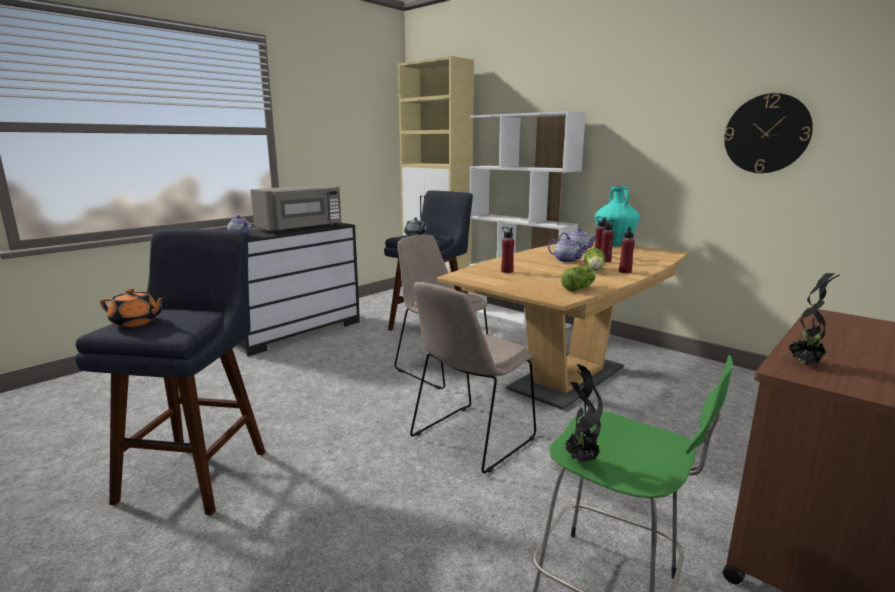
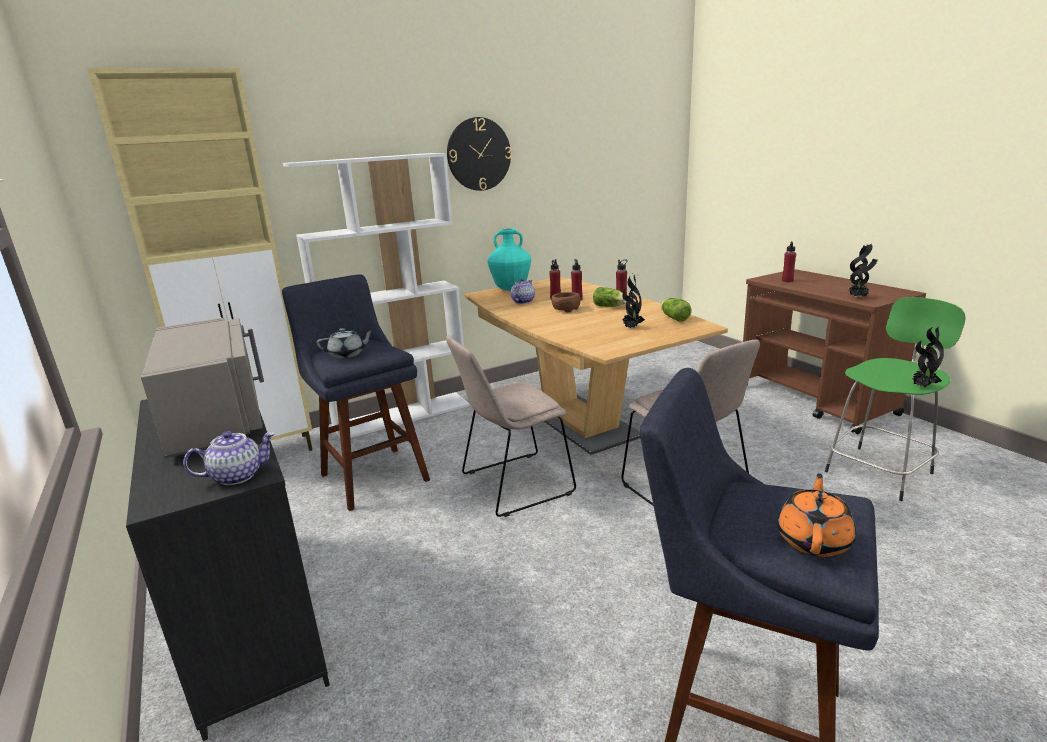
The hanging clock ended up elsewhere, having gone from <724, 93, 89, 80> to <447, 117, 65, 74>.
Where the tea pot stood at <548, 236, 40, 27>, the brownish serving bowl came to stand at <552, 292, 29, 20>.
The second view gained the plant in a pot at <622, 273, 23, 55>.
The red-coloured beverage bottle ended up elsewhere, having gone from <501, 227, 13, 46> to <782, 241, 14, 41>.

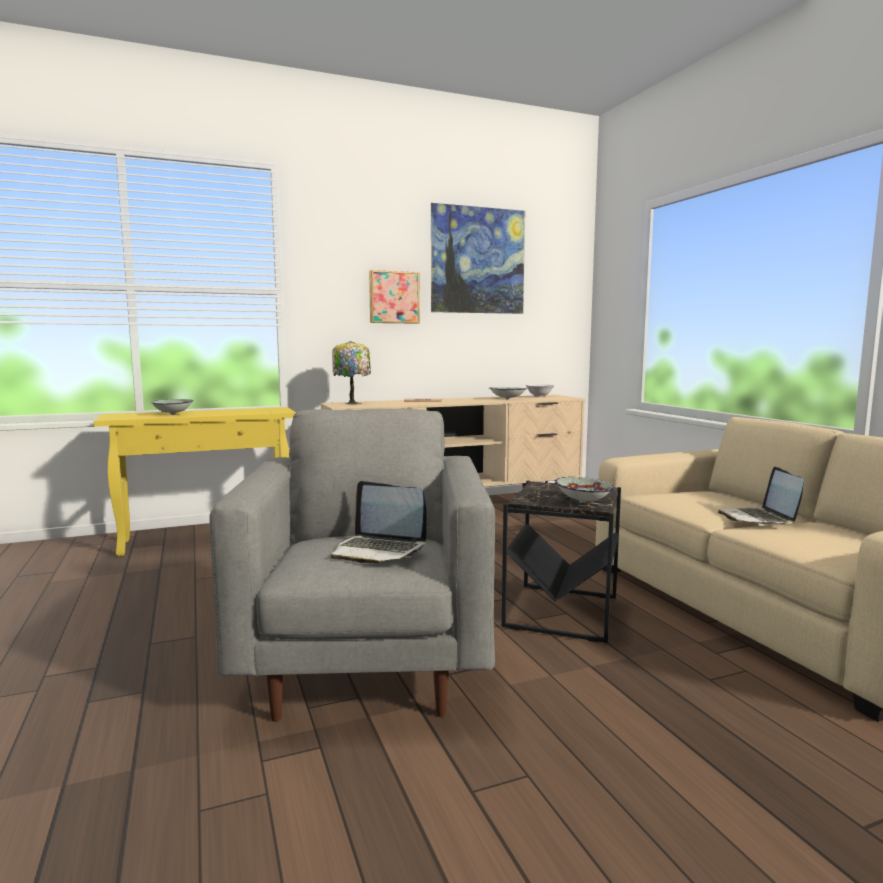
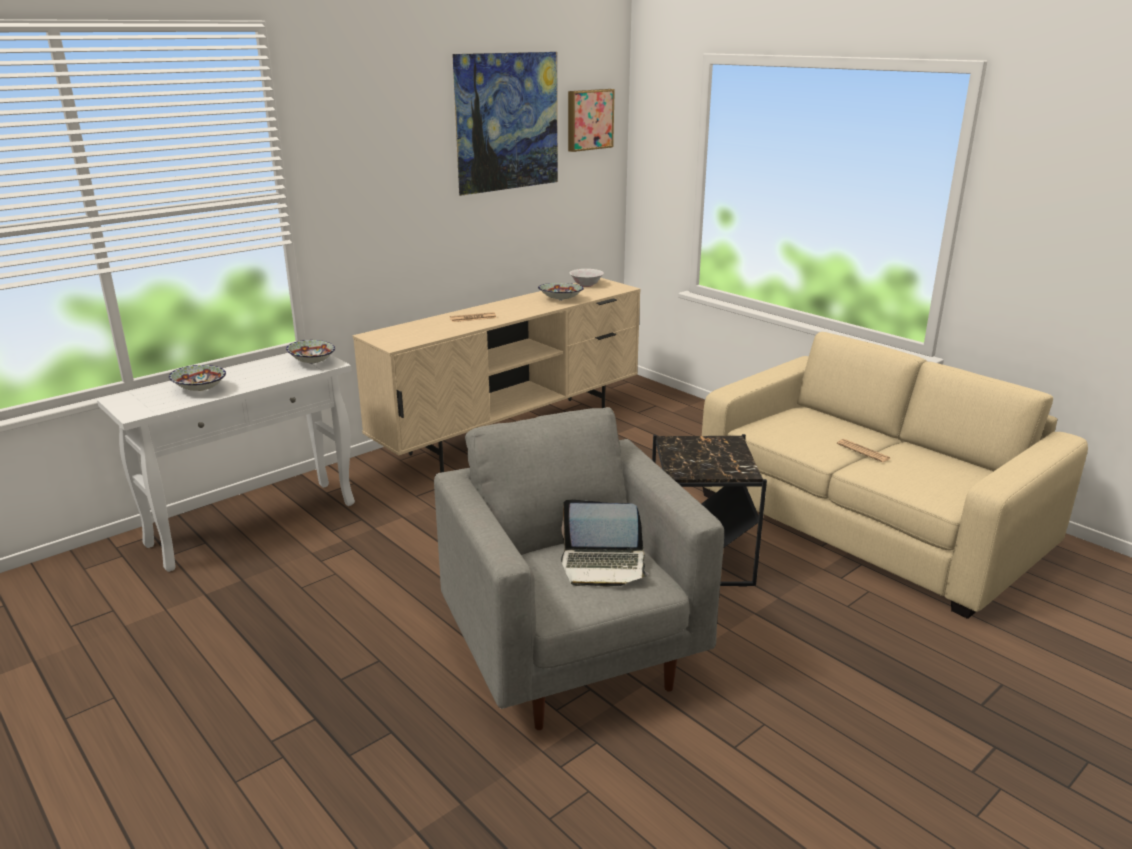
What was the yellow hall table at <94, 407, 202, 149> turned into the white hall table at <97, 354, 258, 218>.
The serving bowl ended up elsewhere, having gone from <555, 477, 59, 26> to <286, 340, 49, 24>.
The picture ended up elsewhere, having gone from <369, 270, 51, 54> to <568, 89, 47, 63>.
Where the notebook computer stood at <718, 467, 86, 58>, the newspaper came to stand at <837, 439, 54, 23>.
The second view lost the tabletop lamp at <332, 341, 39, 63>.

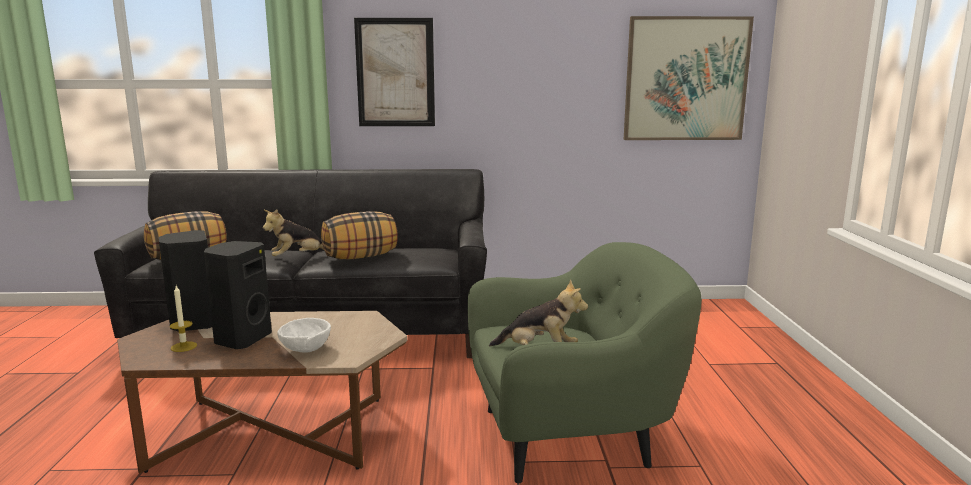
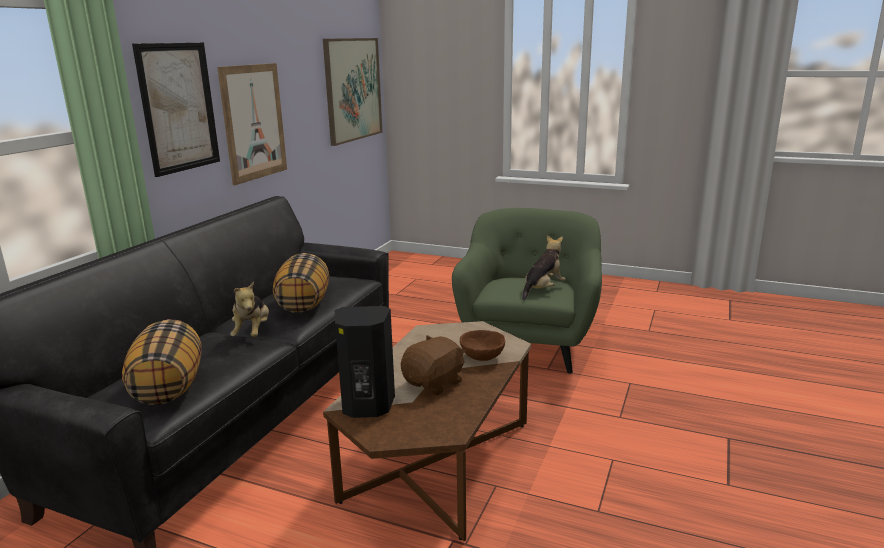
The second view gained the picture at <217, 63, 70, 122>.
Where the black audio speaker stood at <204, 241, 68, 108>, the brownish cuddly toy came to stand at <401, 335, 65, 60>.
What was the white serving bowl at <277, 318, 54, 35> turned into the brownish serving bowl at <460, 330, 45, 31>.
The second view lost the wax candle at <170, 286, 27, 66>.

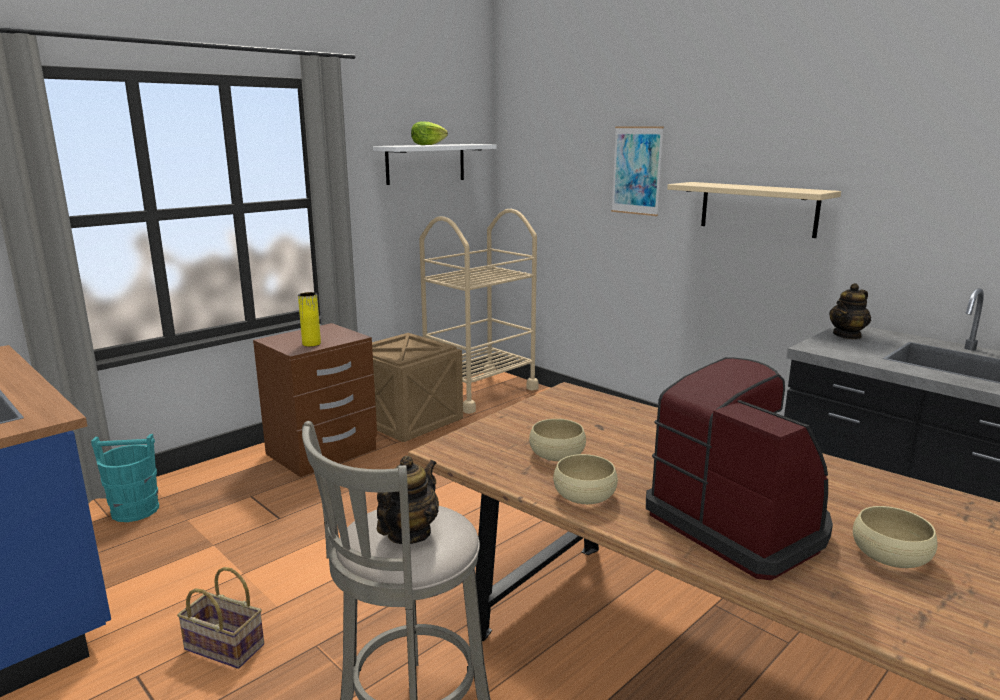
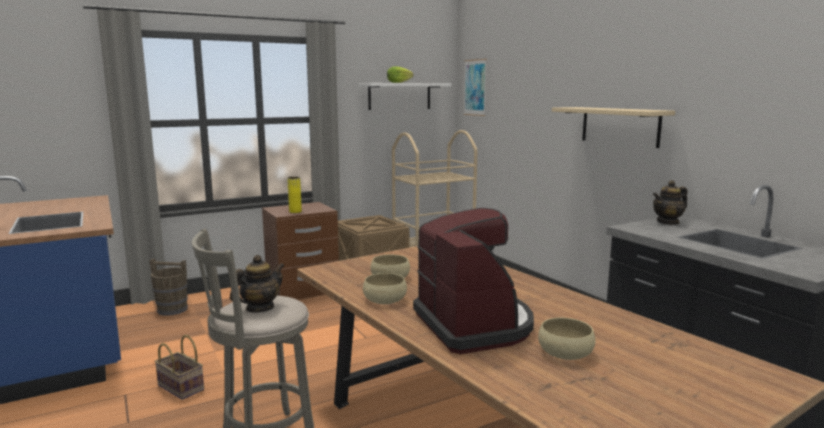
What was the blue-green bucket at <91, 434, 68, 88> turned into the brownish bucket at <149, 259, 39, 57>.
The picture ended up elsewhere, having gone from <611, 127, 53, 89> to <463, 59, 24, 57>.

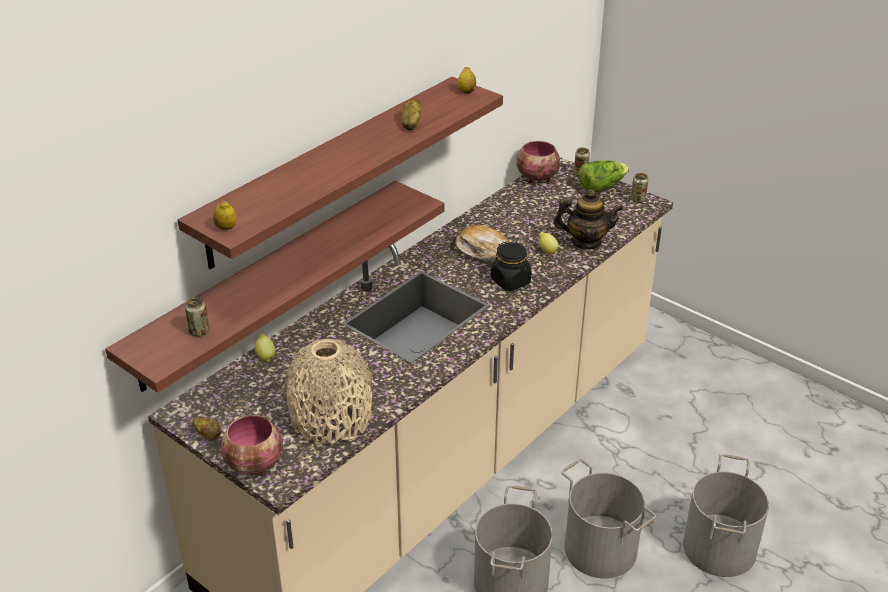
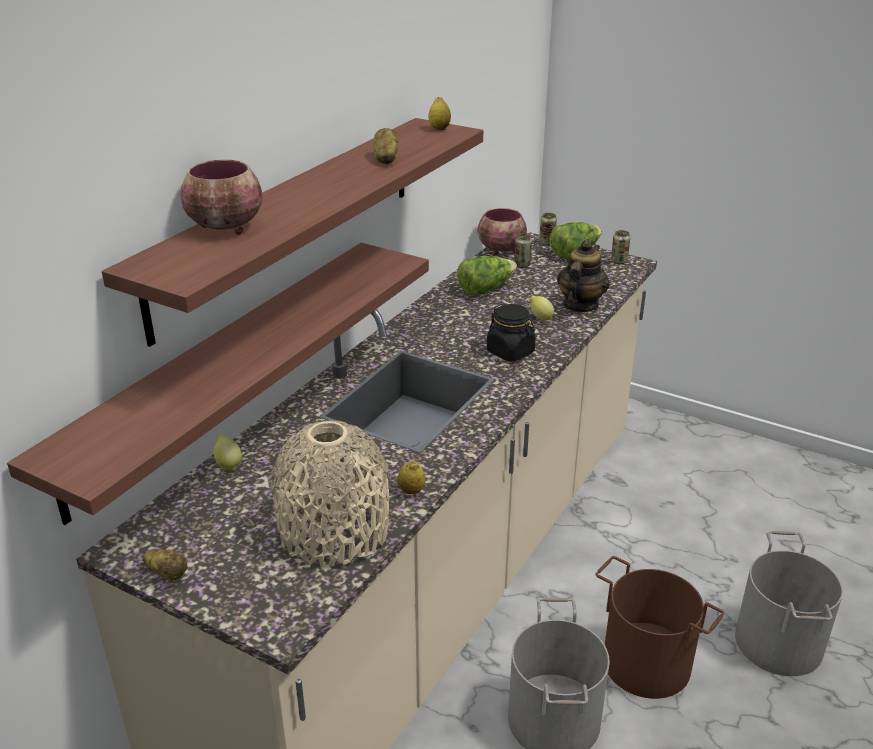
The serving bowl ended up elsewhere, having gone from <221, 415, 62, 61> to <180, 159, 83, 75>.
The whole lemon ended up elsewhere, having gone from <213, 201, 23, 29> to <398, 460, 27, 34>.
The second view gained the lettuce head at <457, 256, 60, 39>.
The metal can ended up elsewhere, having gone from <185, 297, 24, 40> to <514, 234, 18, 34>.
The tea pot at <553, 189, 70, 60> ended up facing another way, 60 degrees counterclockwise from before.
What was the greyish bucket at <561, 459, 95, 119> turned into the brownish bucket at <595, 556, 129, 143>.
The second view lost the baked bread at <455, 225, 55, 38>.

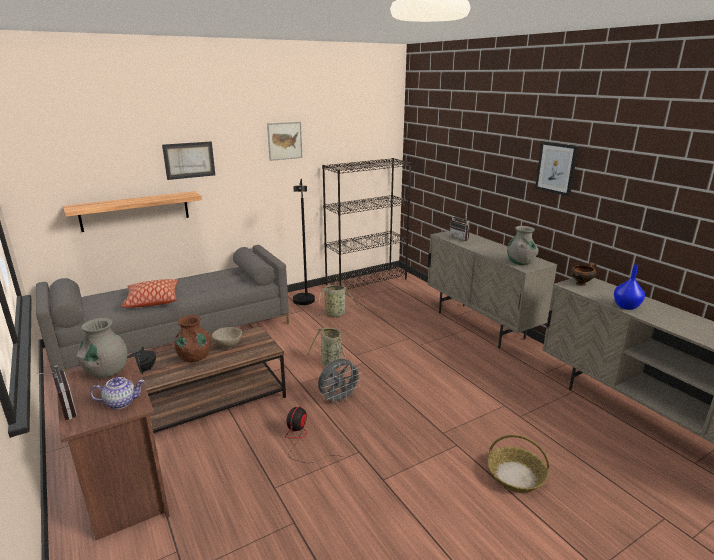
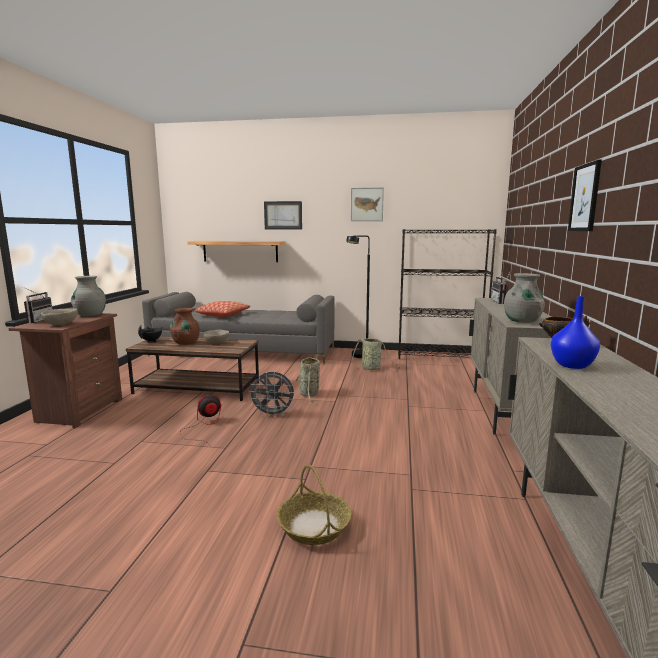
Where the tea pot stood at <90, 377, 54, 32>, the beige-coloured serving bowl came to stand at <41, 308, 37, 17>.

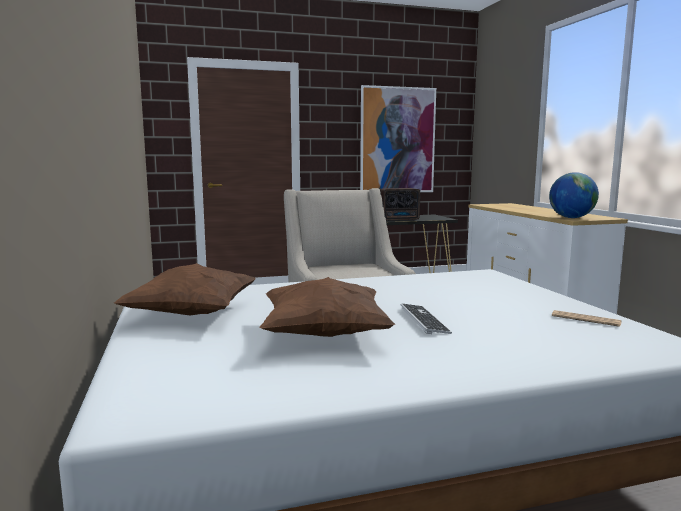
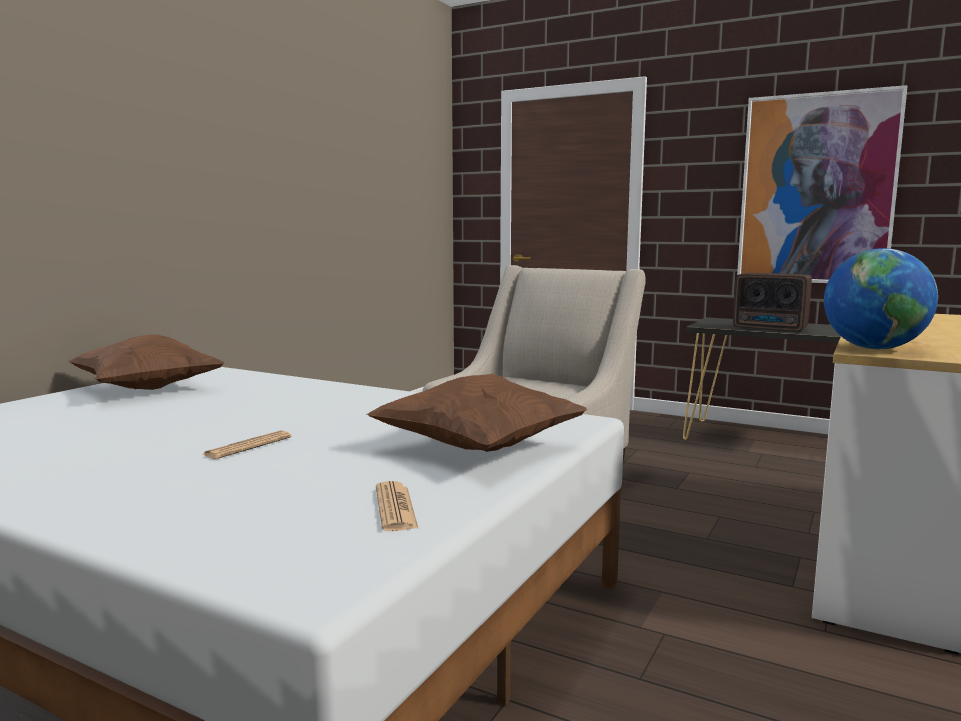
Where the PC keyboard stood at <401, 304, 51, 30>, the newspaper came to stand at <202, 430, 89, 29>.
The brownish pillow ended up elsewhere, having gone from <259, 277, 136, 60> to <367, 374, 220, 78>.

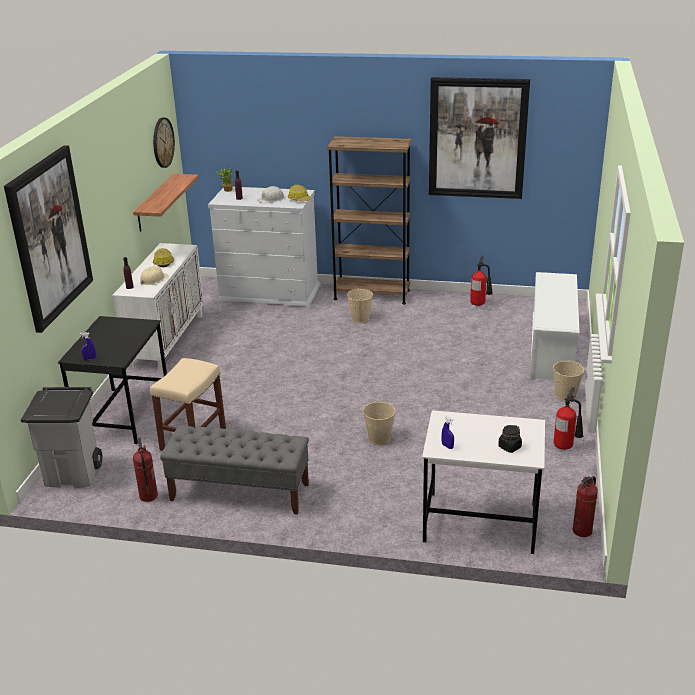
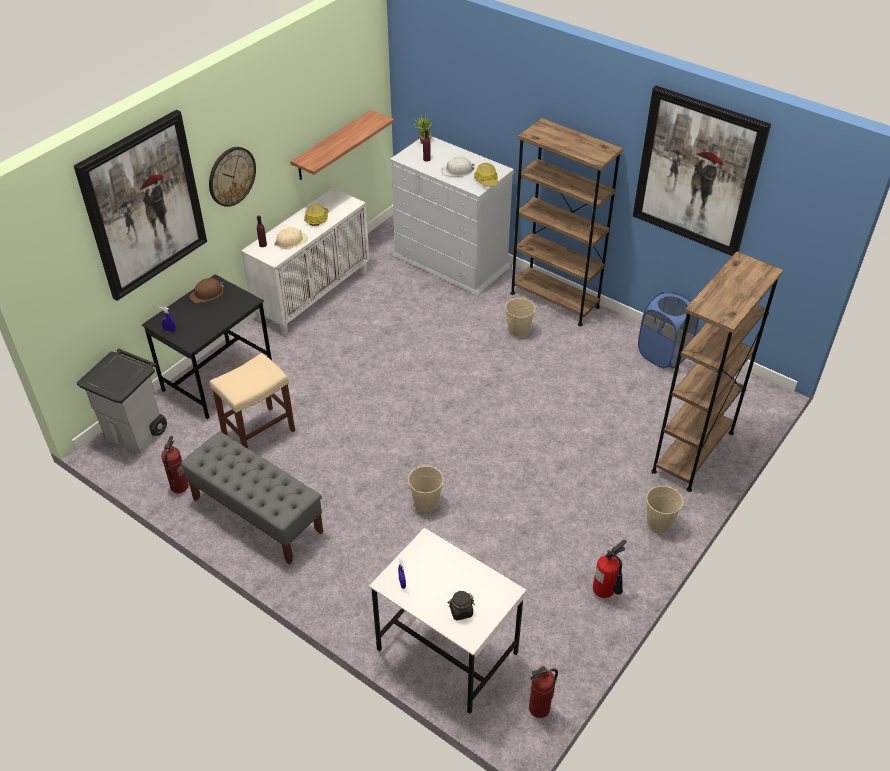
The second view gained the brownish hard hat at <189, 278, 35, 25>.
The hanging clock ended up elsewhere, having gone from <153, 117, 22, 51> to <209, 147, 47, 60>.
Where the extinguisher stood at <470, 256, 23, 50>, the bluish hamper came to stand at <638, 292, 61, 77>.
Where the white shoe shelf stood at <530, 272, 50, 108>, the brownish shelving unit came to stand at <651, 252, 132, 240>.

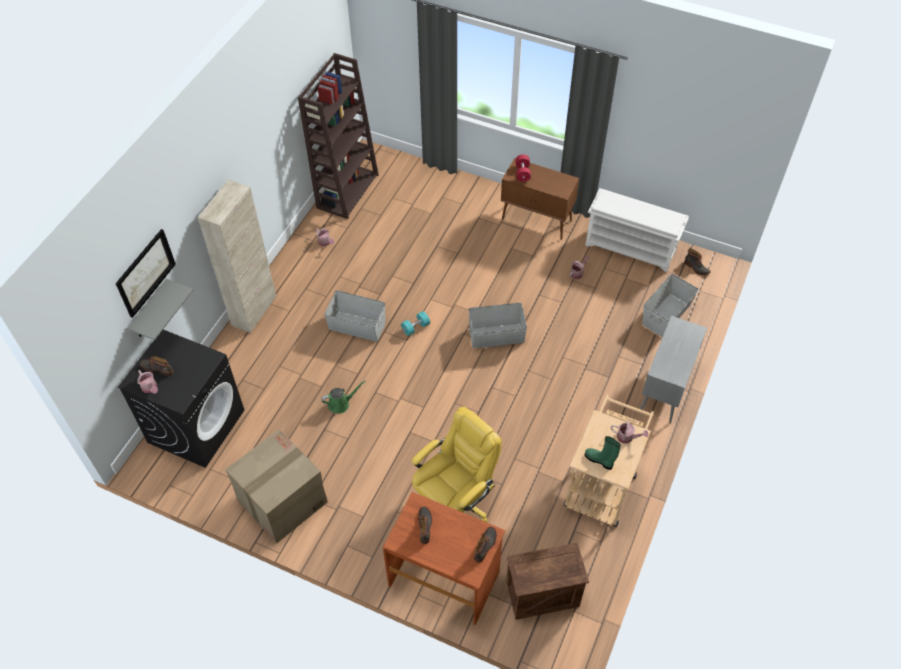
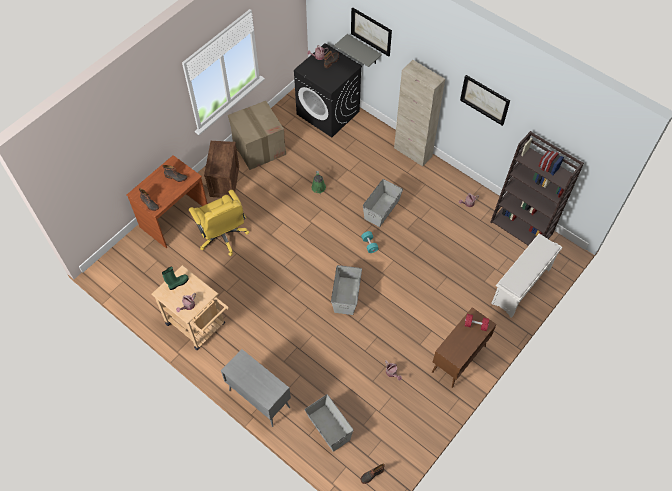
The crate ended up elsewhere, having gone from <506, 543, 83, 77> to <204, 141, 35, 57>.
The second view gained the picture at <460, 75, 50, 51>.
The white shoe shelf ended up elsewhere, having gone from <585, 188, 104, 84> to <491, 234, 71, 84>.

